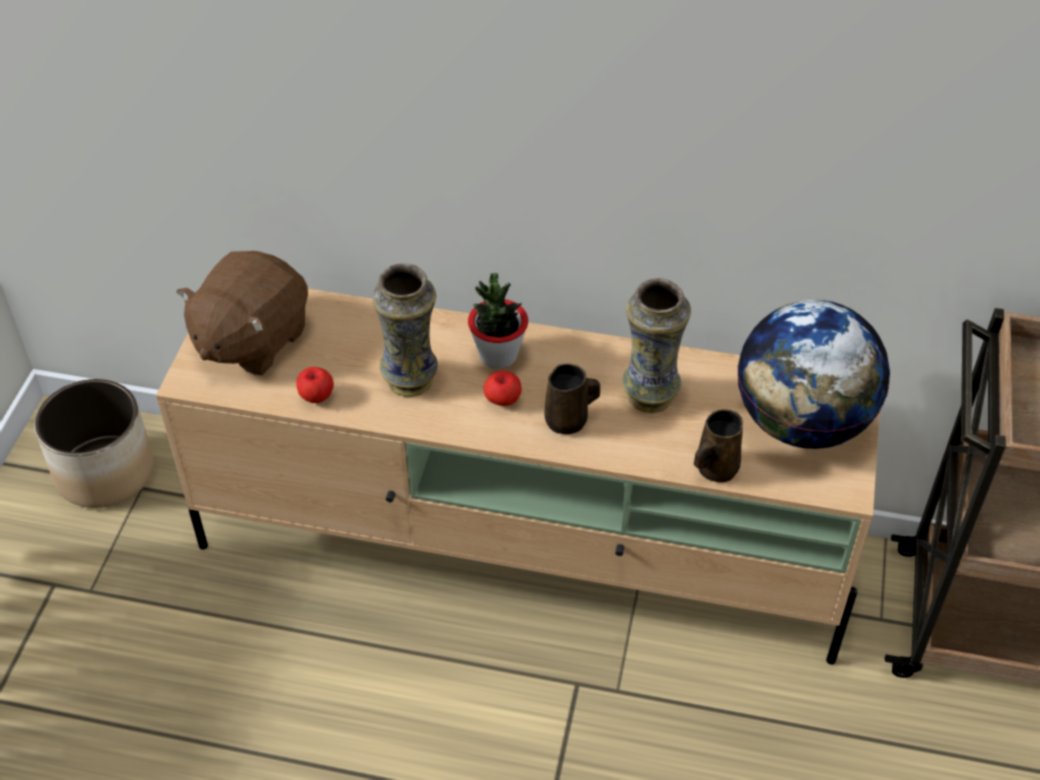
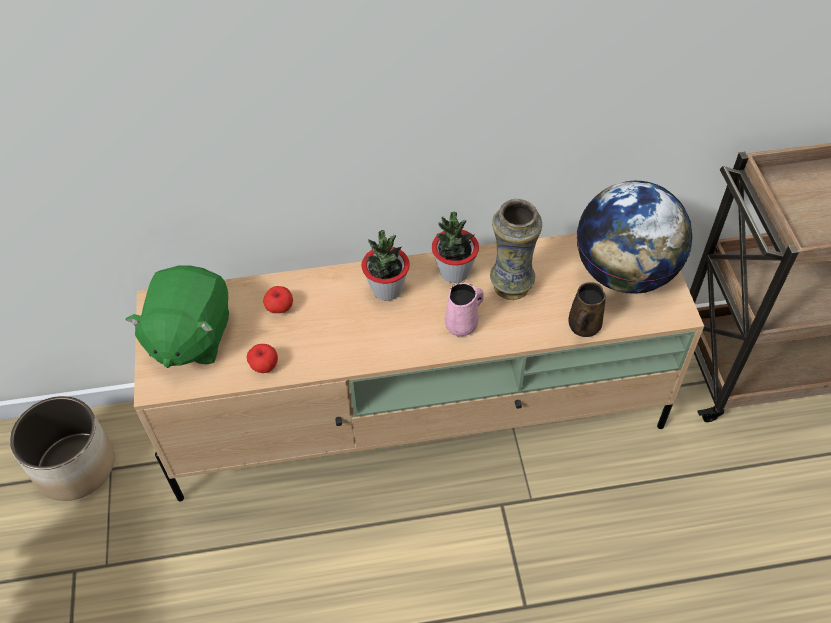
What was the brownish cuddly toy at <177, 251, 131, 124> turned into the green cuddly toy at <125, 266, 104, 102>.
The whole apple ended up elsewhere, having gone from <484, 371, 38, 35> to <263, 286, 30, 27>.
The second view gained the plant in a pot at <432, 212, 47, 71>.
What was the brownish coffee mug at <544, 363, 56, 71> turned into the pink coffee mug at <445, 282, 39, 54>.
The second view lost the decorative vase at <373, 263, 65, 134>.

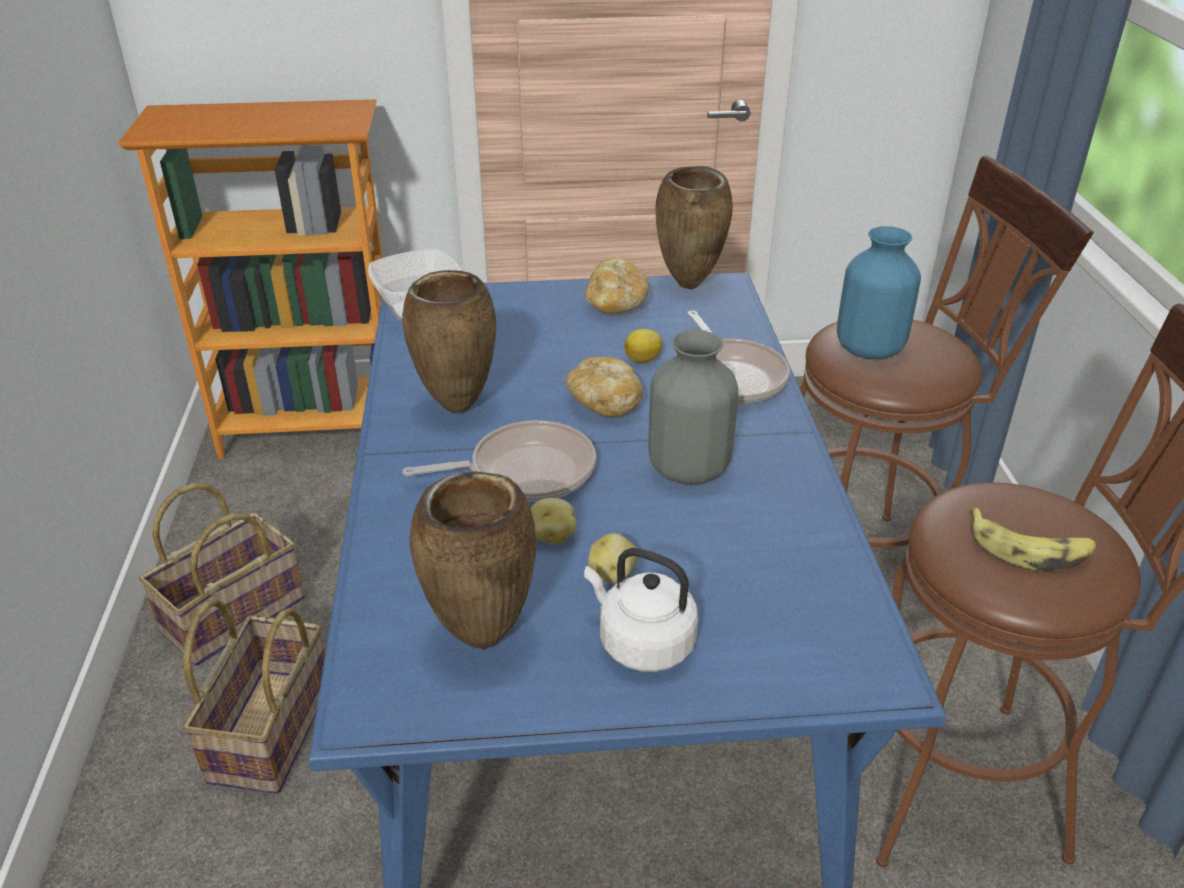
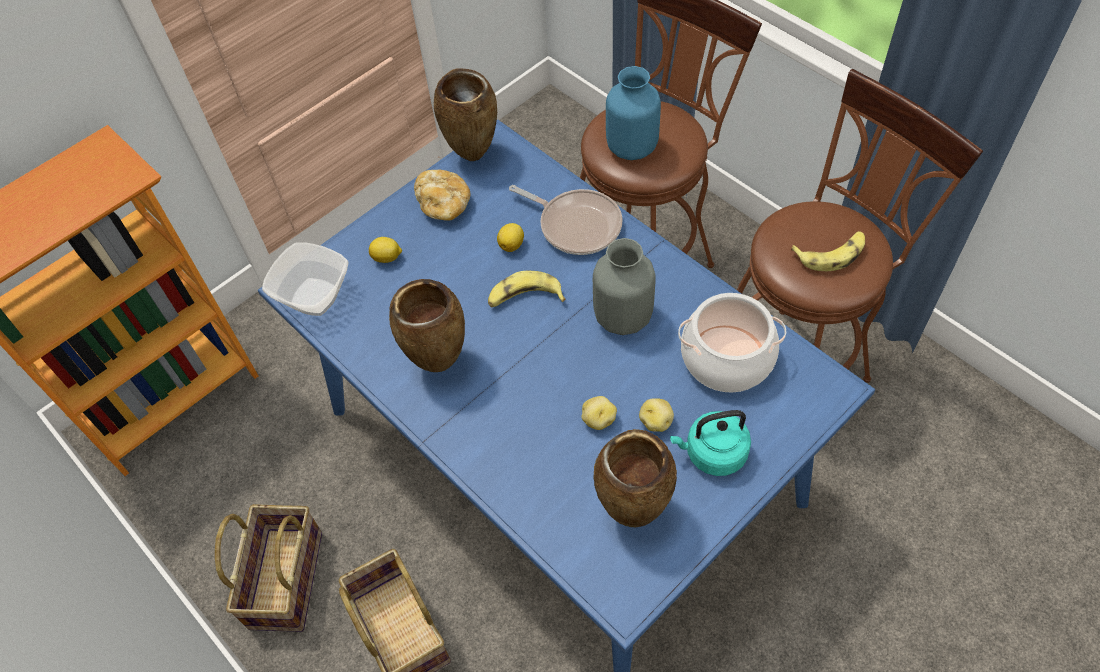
The second view gained the whole lemon at <369, 237, 33, 26>.
Where the baked bread stood at <565, 357, 78, 60>, the whole banana came to stand at <488, 271, 78, 37>.
What was the white kettle at <584, 548, 114, 124> turned into the blue-green kettle at <670, 410, 81, 66>.
The second view gained the cooking pot at <678, 293, 108, 100>.
The second view lost the skillet at <402, 420, 194, 82>.

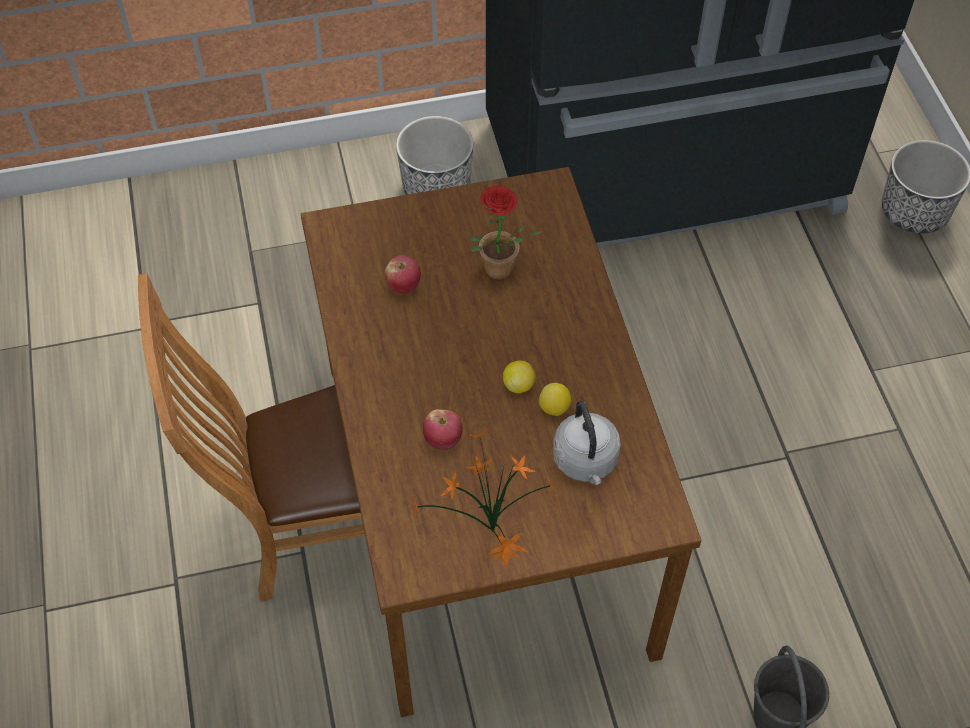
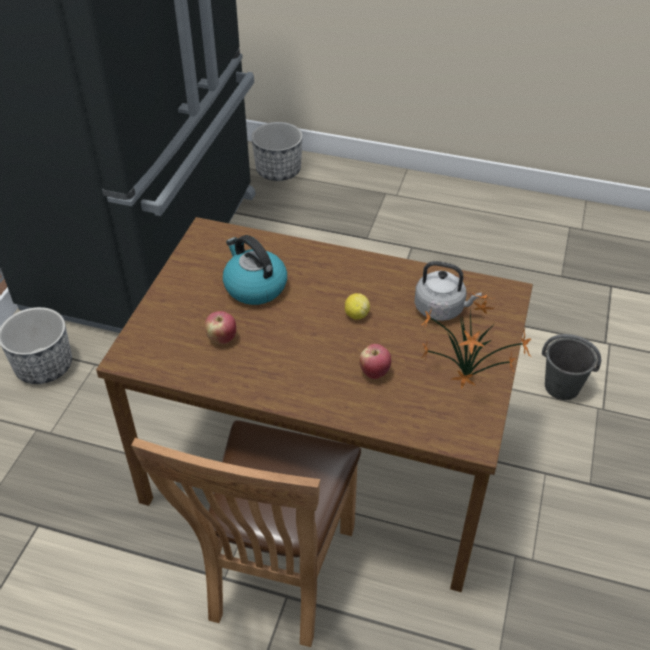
Where the plant in a pot stood at <469, 185, 74, 95>, the kettle came to stand at <223, 235, 64, 70>.
The second view lost the whole lemon at <539, 383, 32, 33>.

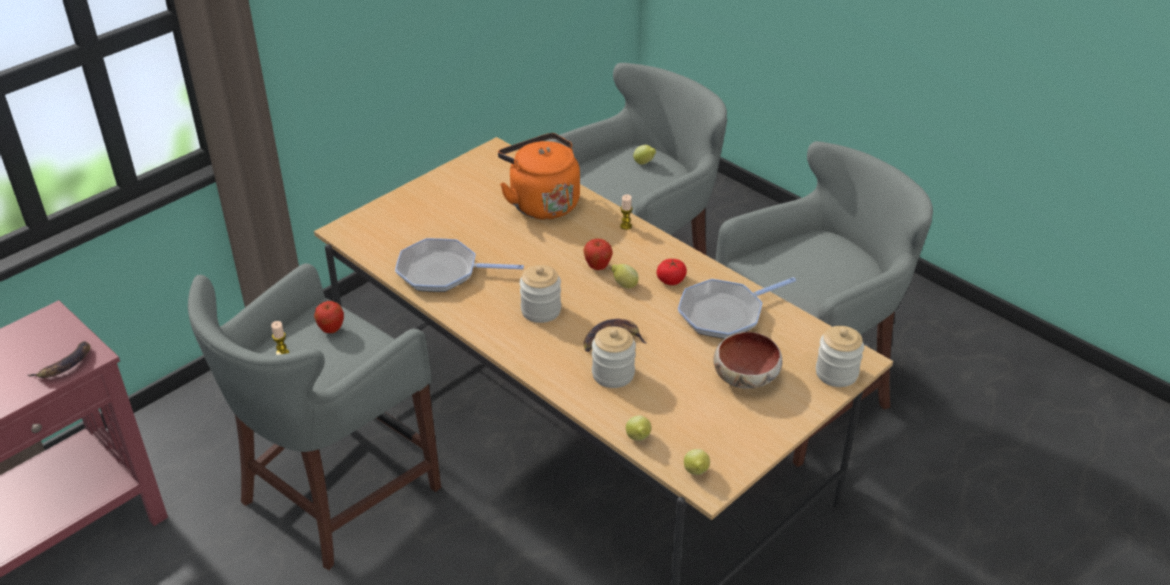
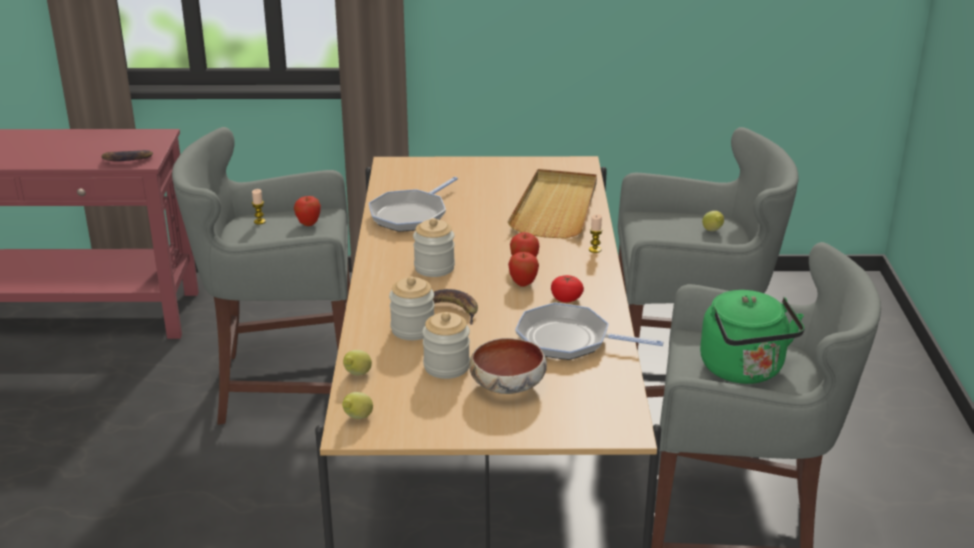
The skillet at <395, 238, 129, 54> ended up facing another way, 105 degrees counterclockwise from before.
The storage jar ended up elsewhere, having gone from <816, 326, 48, 61> to <422, 312, 48, 67>.
Where the orange kettle stood at <498, 133, 82, 87>, the beige-coloured carrying tray came to stand at <508, 169, 89, 70>.
Where the whole lemon stood at <611, 264, 28, 24>, the whole apple came to stand at <508, 252, 31, 35>.
The second view gained the green kettle at <700, 290, 105, 94>.

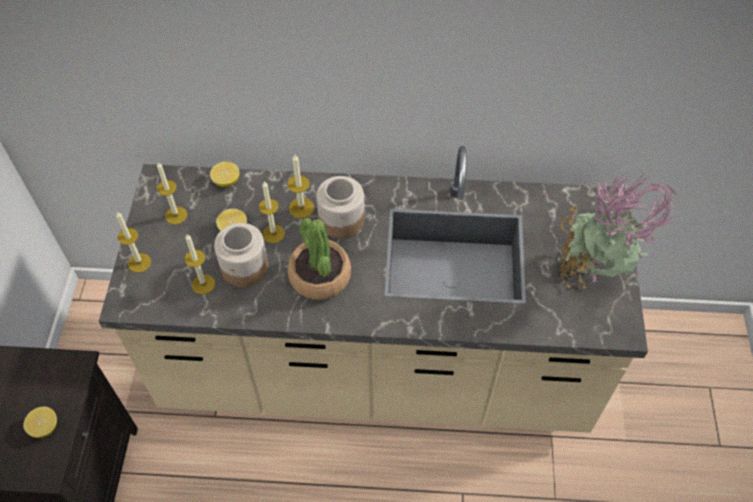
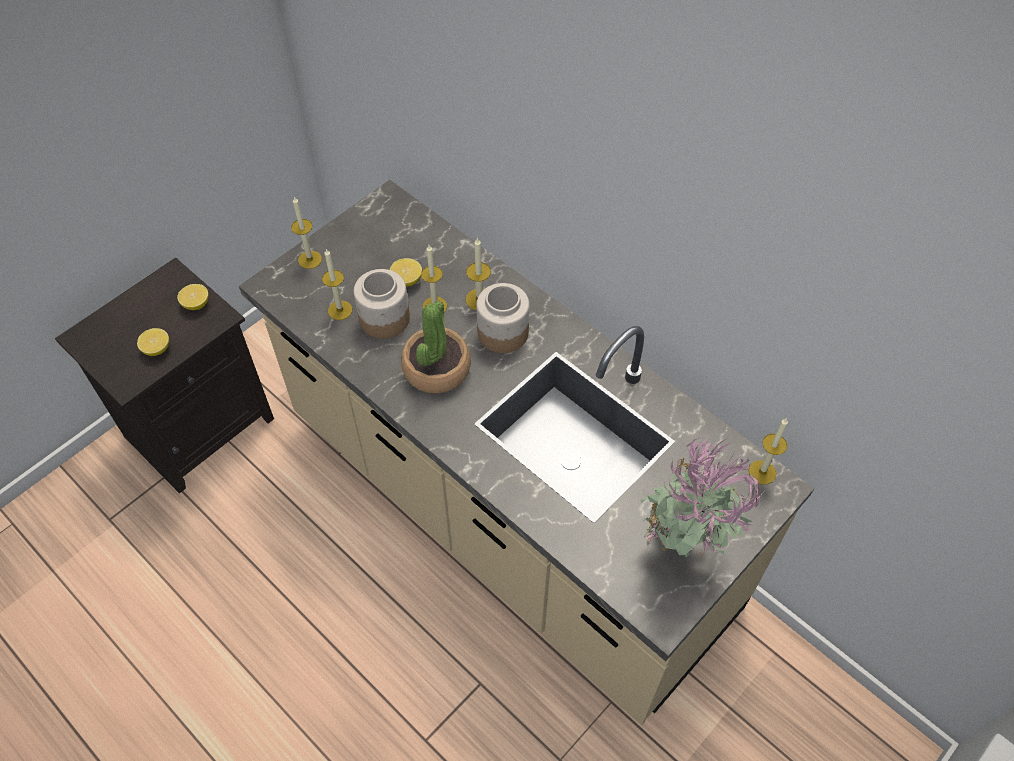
The whole lemon ended up elsewhere, having gone from <210, 162, 29, 25> to <177, 284, 32, 26>.
The wax candle ended up elsewhere, having gone from <157, 162, 30, 63> to <749, 418, 39, 67>.

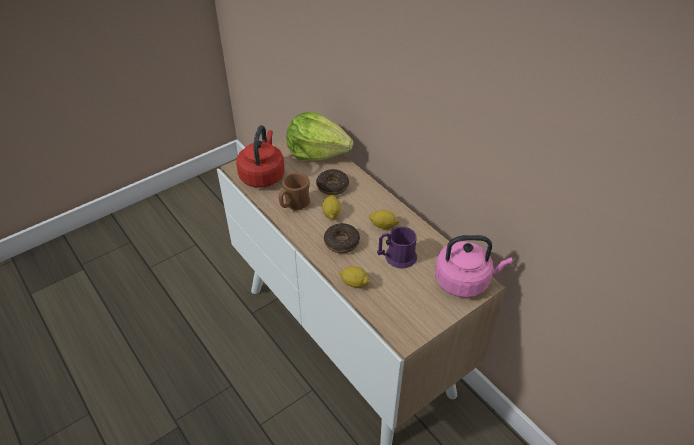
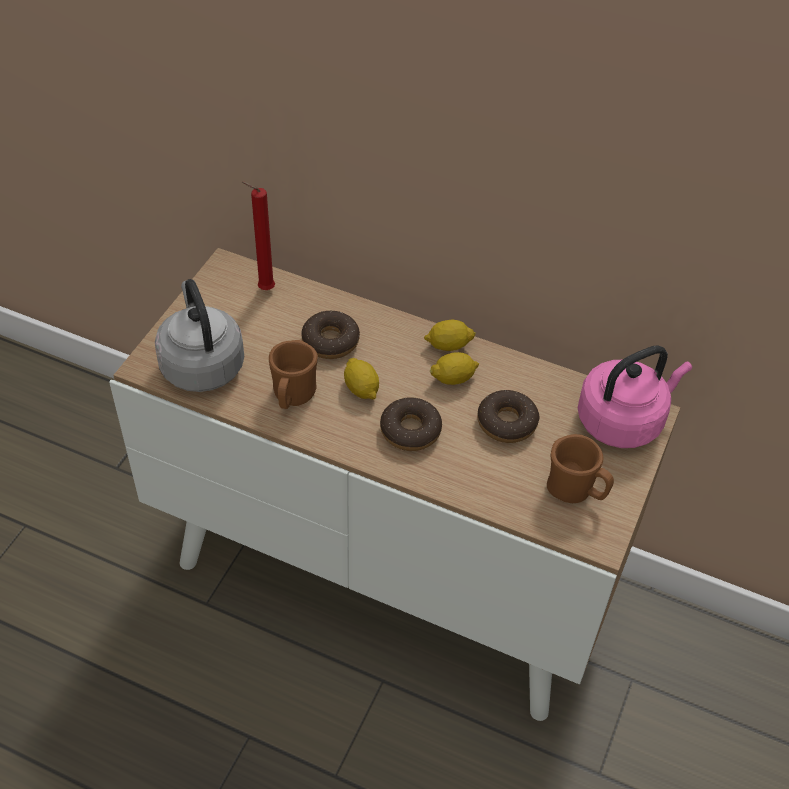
What was the red-coloured kettle at <236, 125, 49, 63> turned into the greyish kettle at <155, 279, 89, 113>.
Where the lettuce head stood at <287, 112, 66, 49>, the red-coloured wax candle came to stand at <242, 182, 33, 108>.
The whole lemon ended up elsewhere, having gone from <339, 266, 31, 22> to <424, 319, 52, 32>.
Where the purple coffee mug stood at <377, 227, 40, 41>, the ring doughnut came to stand at <477, 390, 63, 53>.
The second view gained the brownish coffee mug at <547, 434, 67, 69>.

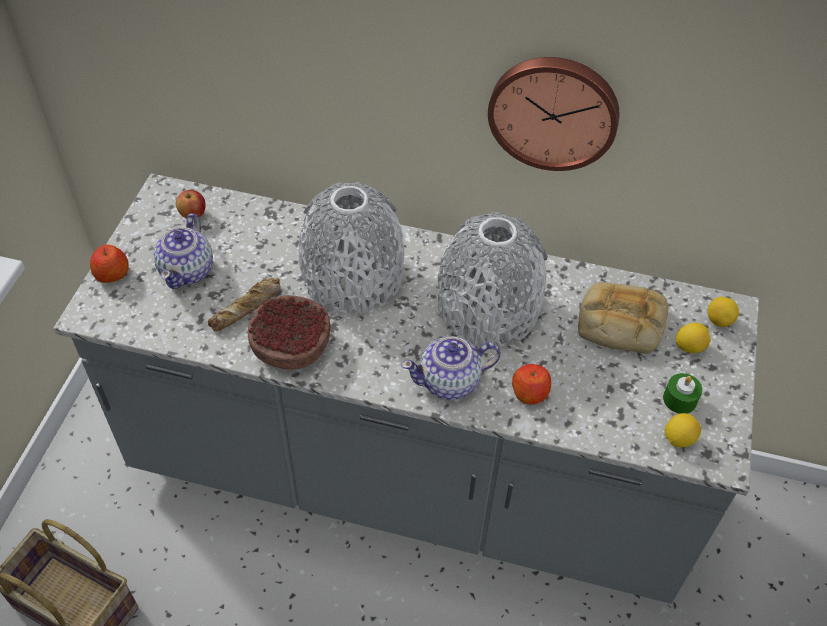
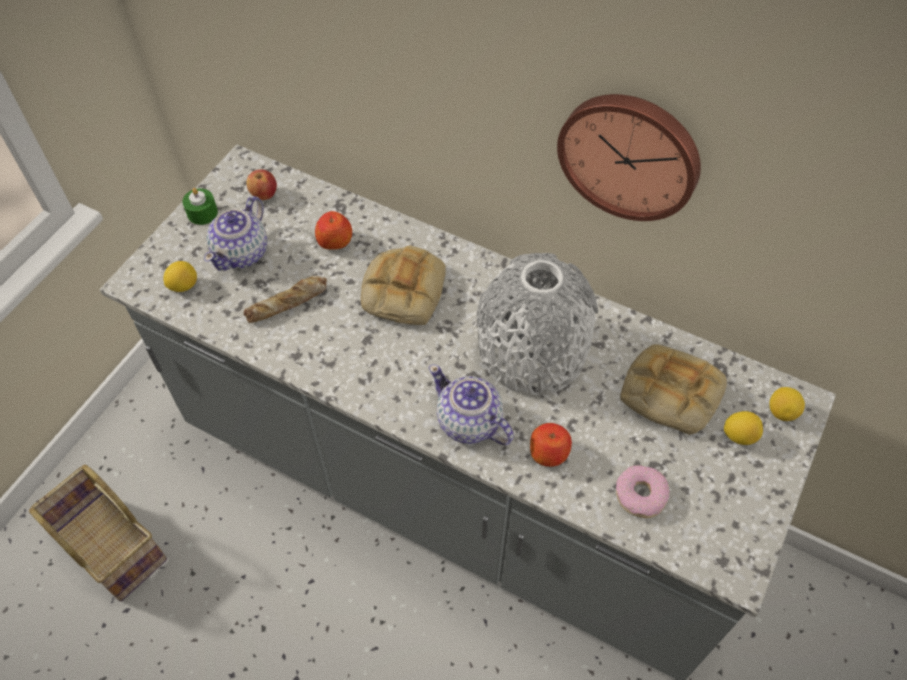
The whole lemon ended up elsewhere, having gone from <665, 413, 36, 34> to <163, 261, 34, 31>.
The green wax candle ended up elsewhere, having gone from <663, 373, 39, 41> to <182, 188, 36, 37>.
The whole apple ended up elsewhere, having gone from <90, 244, 39, 39> to <315, 211, 37, 39>.
Where the greyish decorative vase stood at <299, 182, 105, 132>, the baked bread came to stand at <360, 245, 86, 80>.
The tea pot at <401, 336, 100, 64> ended up facing another way, 45 degrees clockwise from before.
The second view gained the ring doughnut at <616, 465, 53, 53>.
The second view lost the serving bowl at <248, 295, 83, 75>.

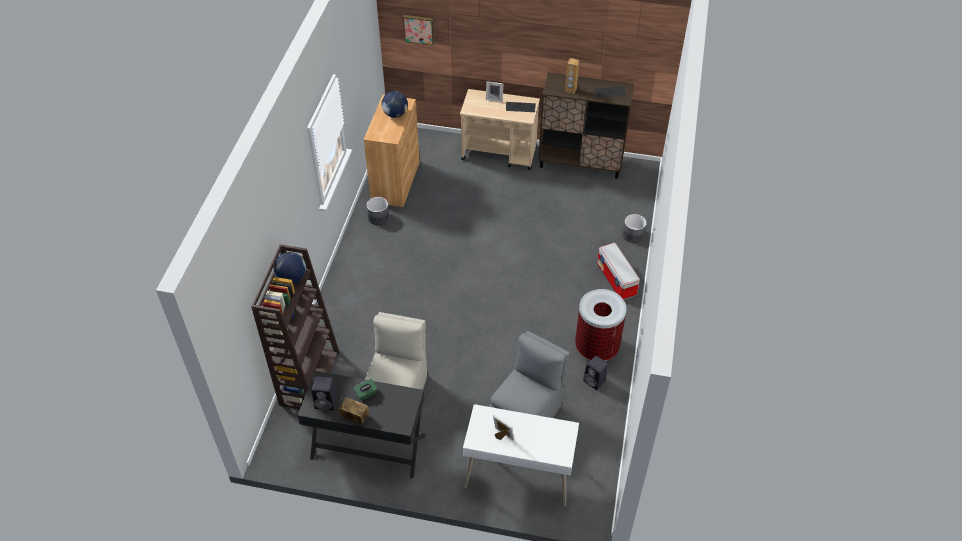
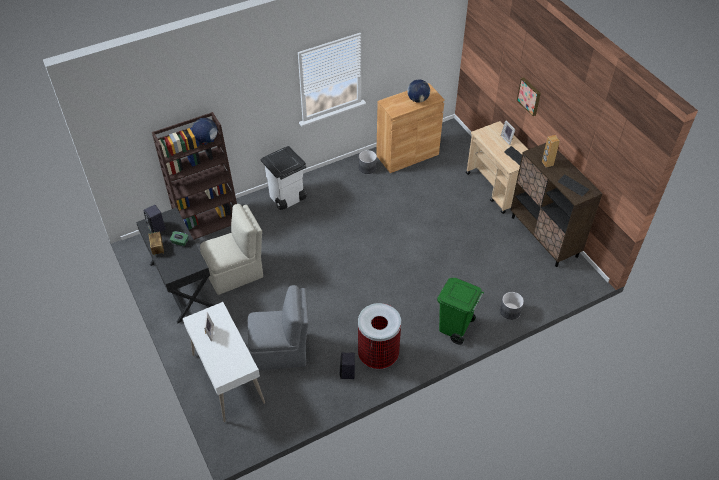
The second view gained the white waste bin at <260, 146, 46, 64>.
Where the storage container stood at <597, 243, 43, 57>, the green waste bin came to stand at <437, 278, 47, 67>.
The picture ended up elsewhere, having gone from <403, 15, 31, 31> to <517, 77, 24, 39>.

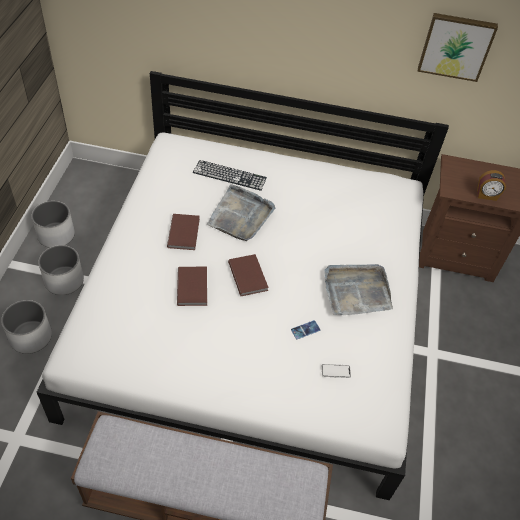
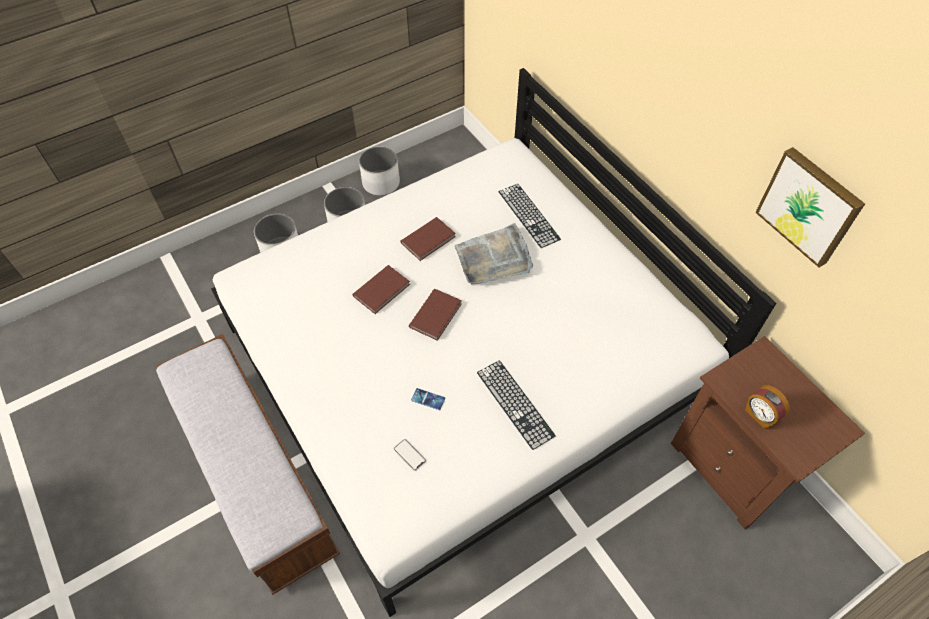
Where the greyish carrying tray stood at <324, 264, 69, 51>, the PC keyboard came to stand at <477, 360, 78, 90>.

